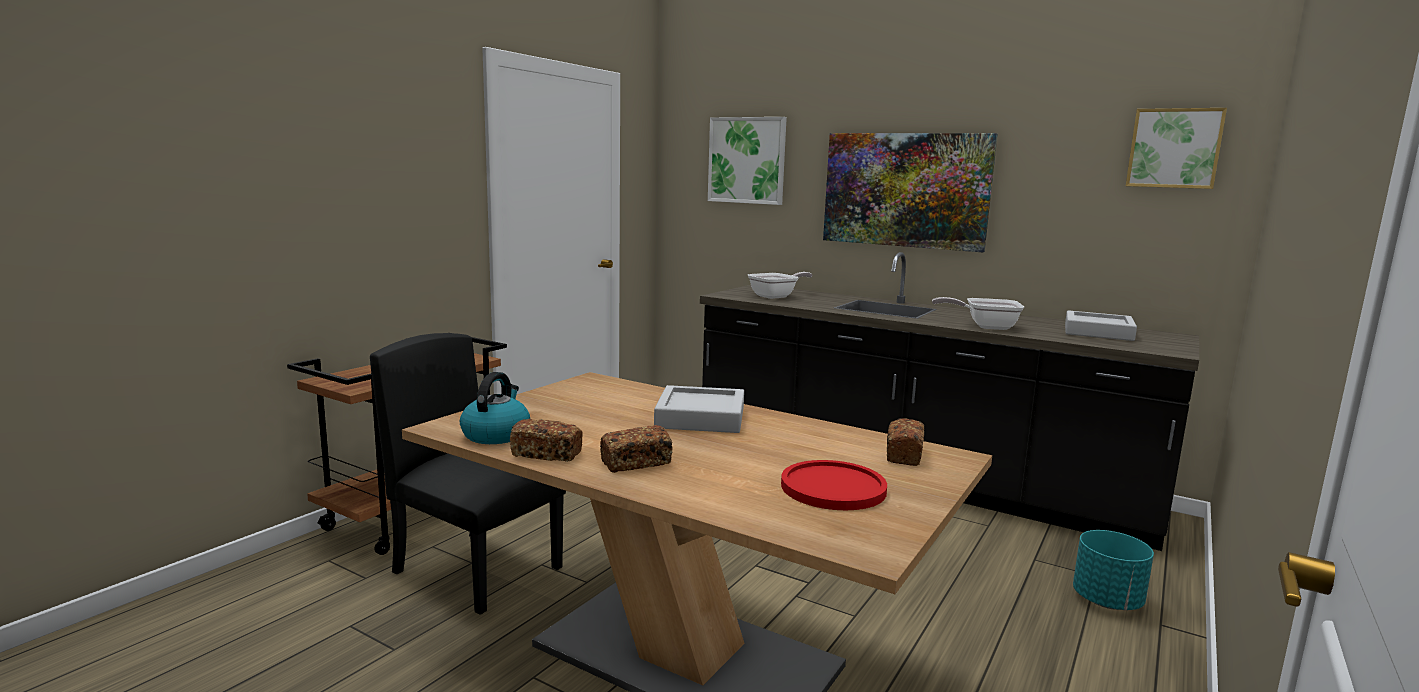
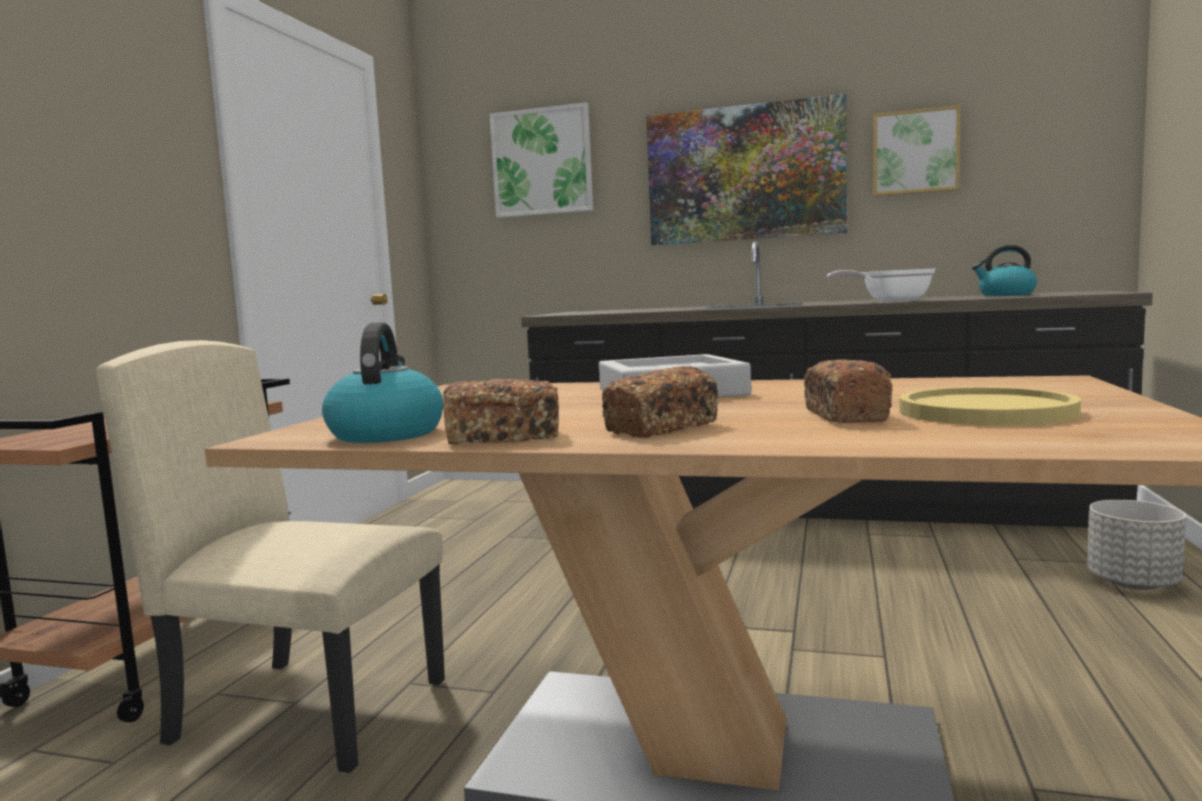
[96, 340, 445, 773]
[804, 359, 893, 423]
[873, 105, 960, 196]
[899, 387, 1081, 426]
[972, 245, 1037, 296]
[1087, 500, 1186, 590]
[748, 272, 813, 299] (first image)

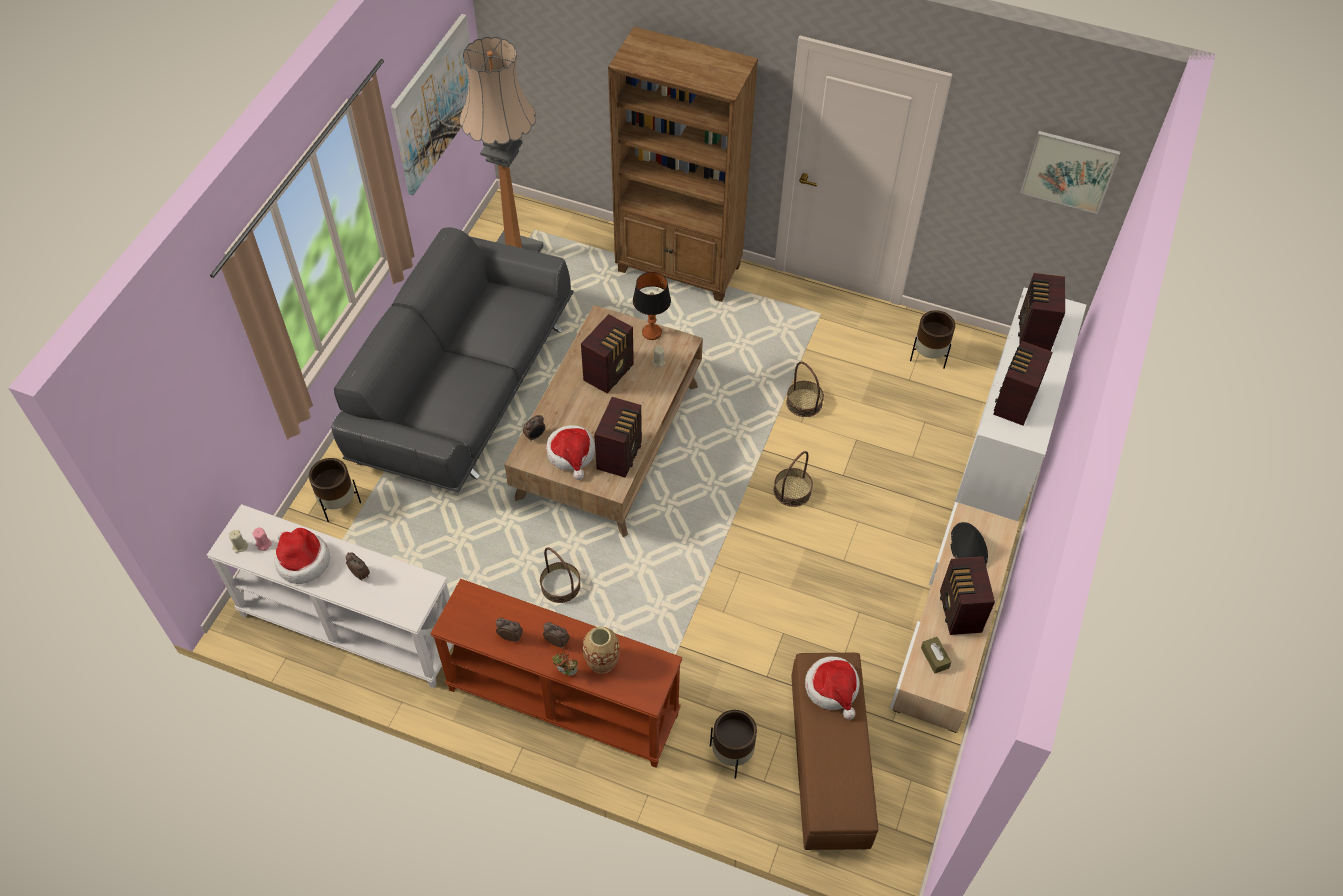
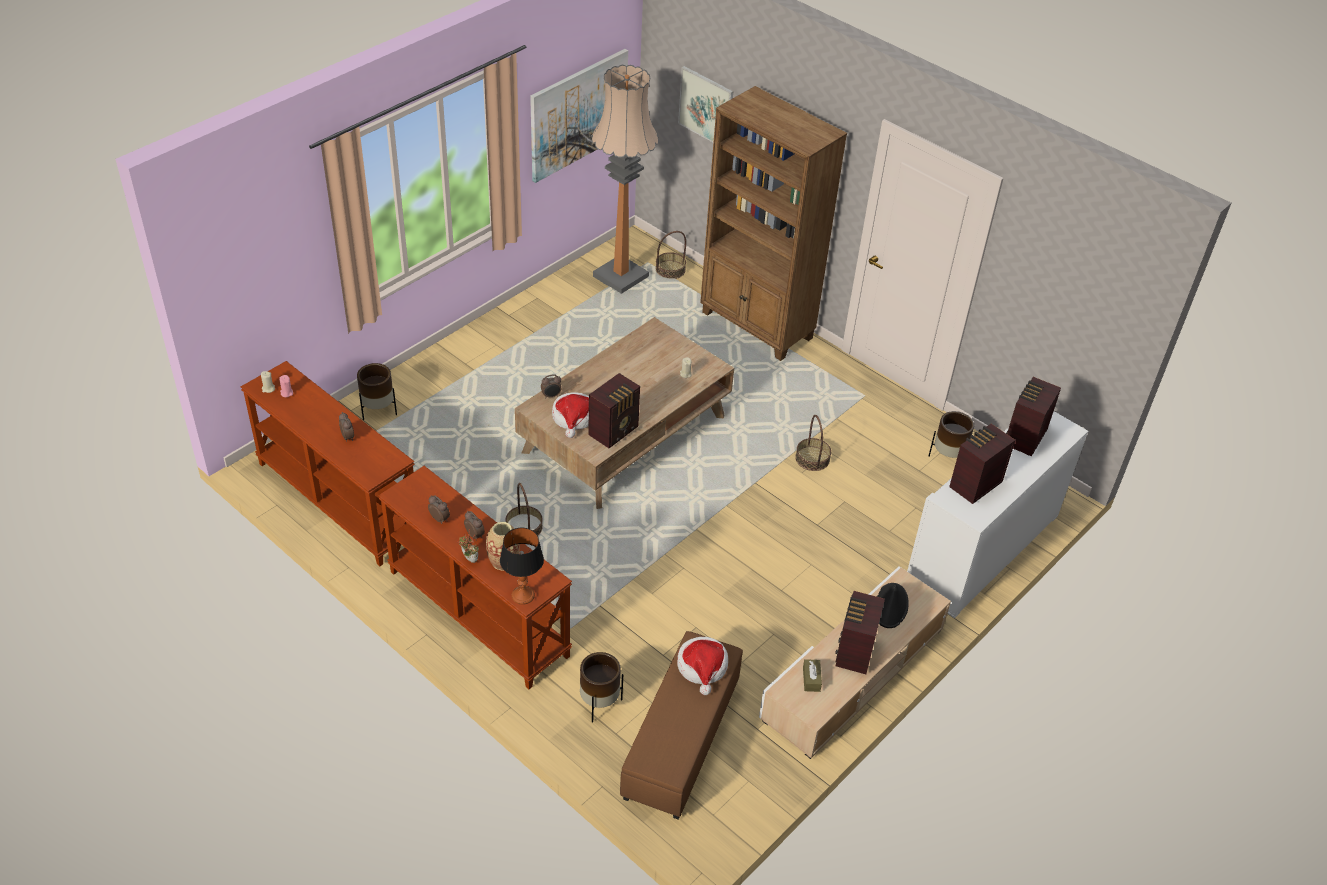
[241, 361, 415, 566]
[500, 528, 544, 605]
[656, 231, 686, 279]
[678, 66, 733, 143]
[274, 528, 330, 584] (first image)
[331, 227, 574, 492] (first image)
[581, 314, 634, 393] (first image)

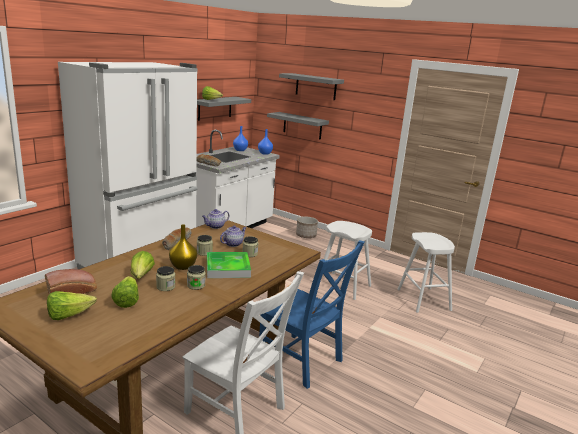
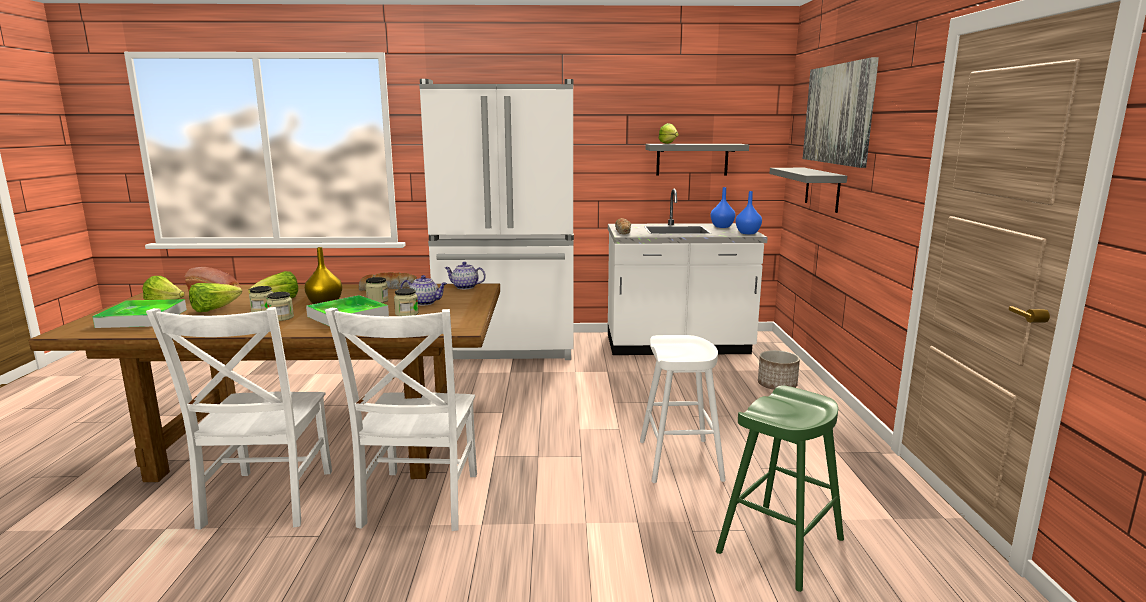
[92, 299, 187, 328]
[325, 308, 477, 531]
[716, 385, 844, 592]
[803, 57, 879, 168]

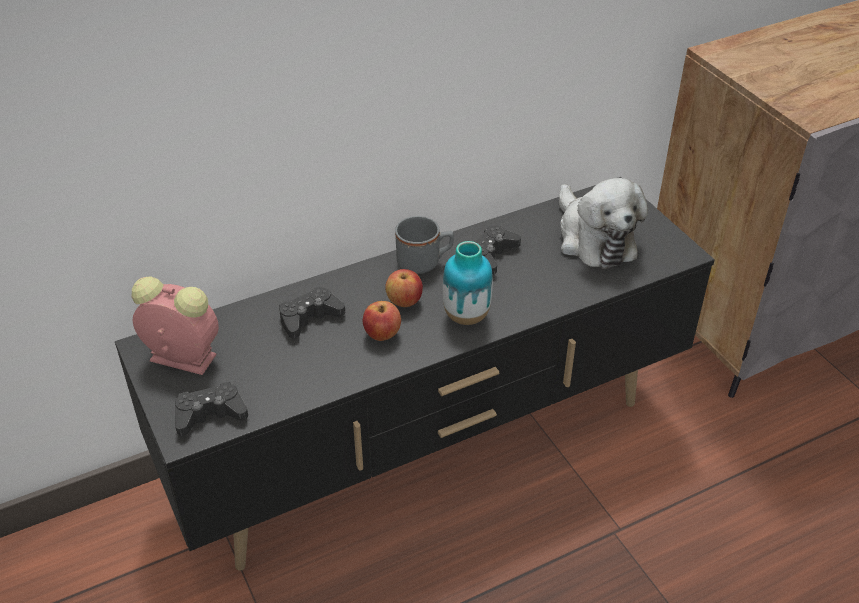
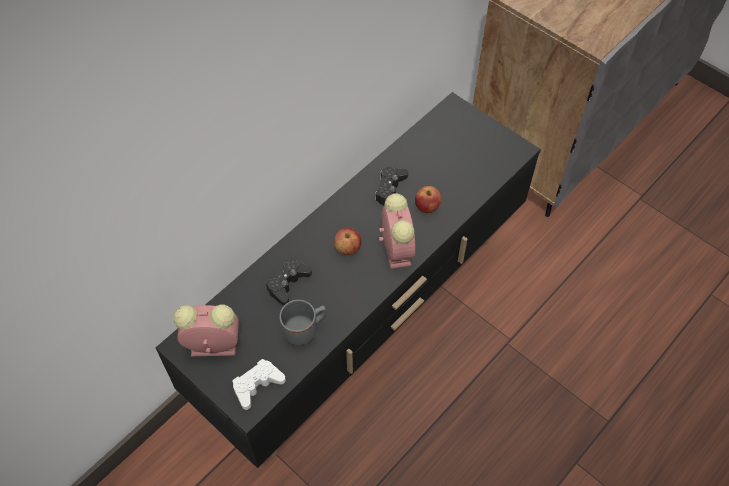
[232, 359, 286, 410]
[279, 300, 326, 345]
[379, 194, 416, 269]
[415, 186, 441, 213]
[559, 178, 648, 269] (first image)

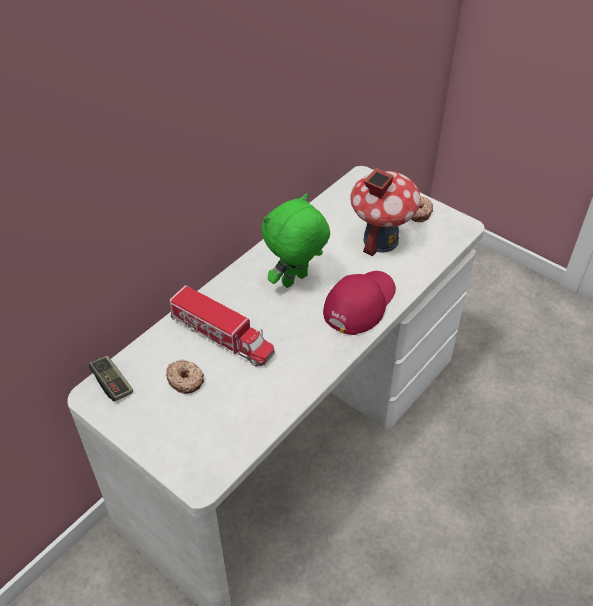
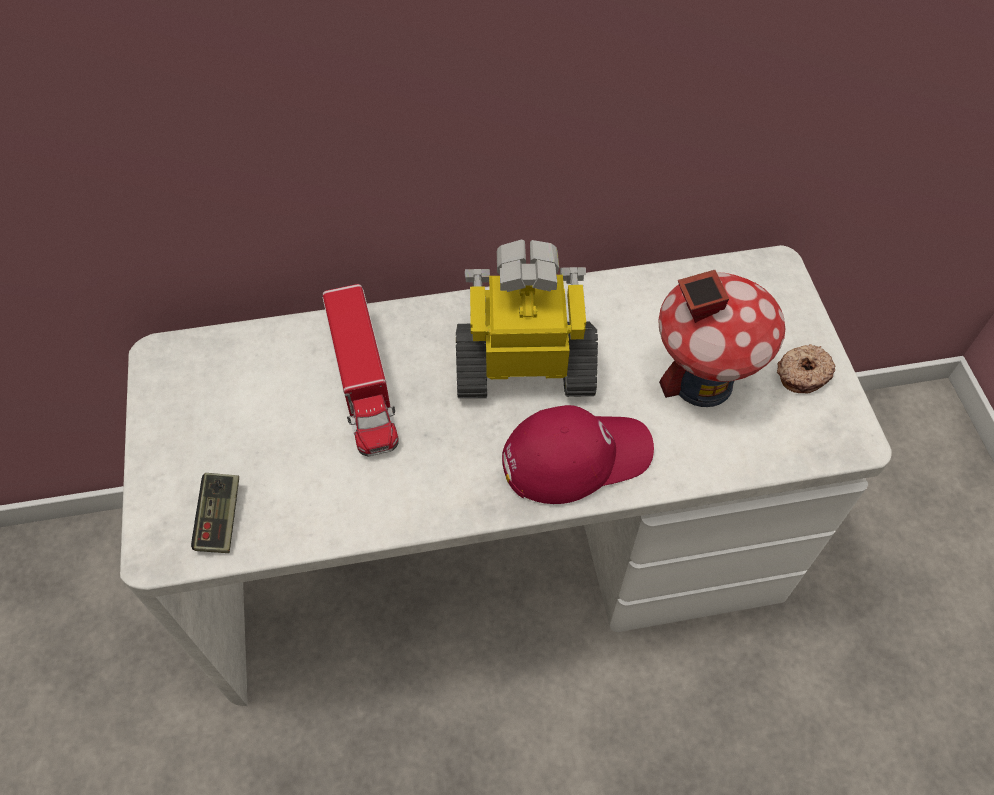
[191, 473, 239, 553]
[456, 240, 598, 398]
[166, 360, 204, 394] (first image)

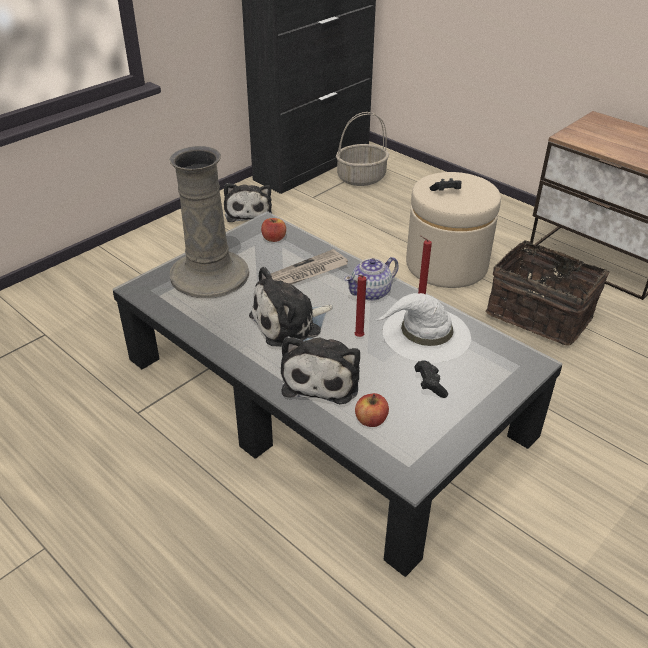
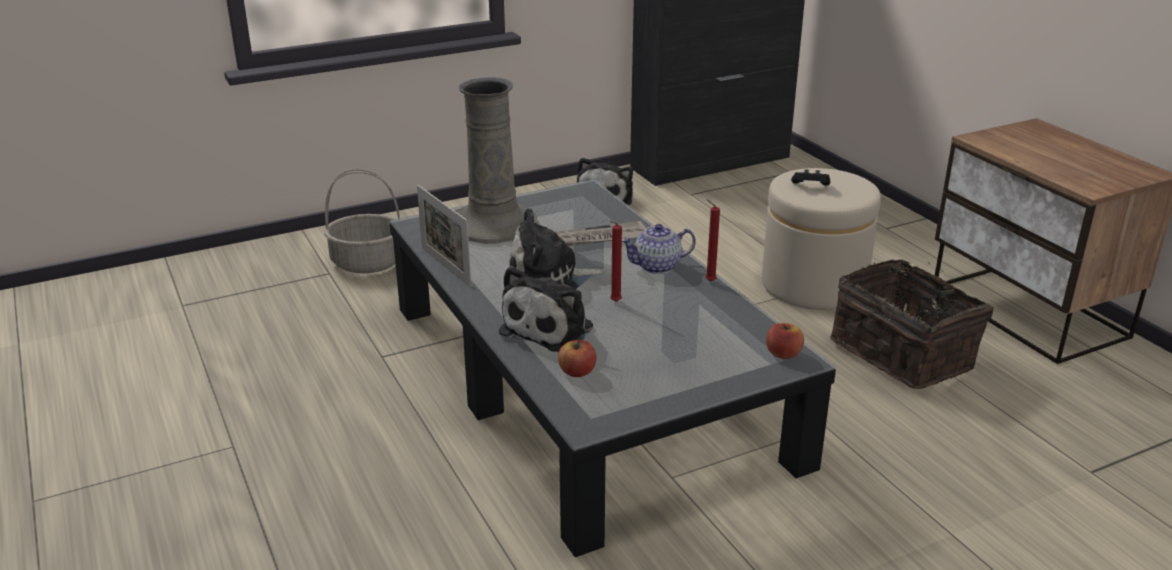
[324, 169, 400, 273]
[417, 185, 471, 287]
[766, 323, 804, 359]
[375, 293, 471, 363] (first image)
[414, 360, 448, 398] (first image)

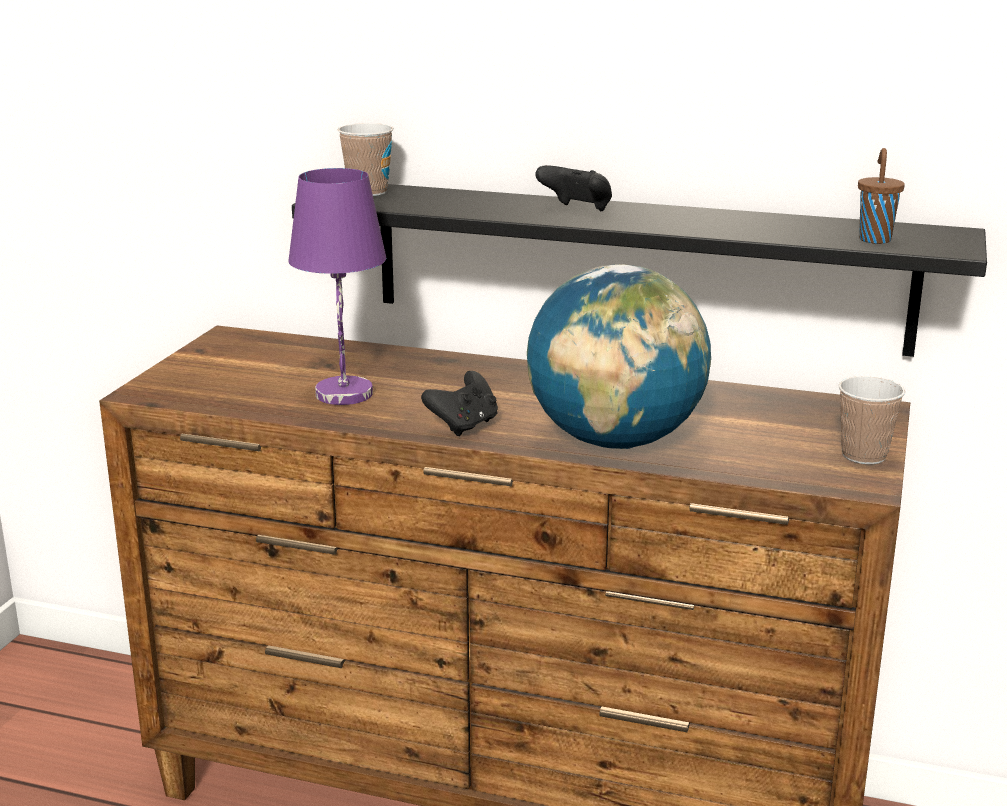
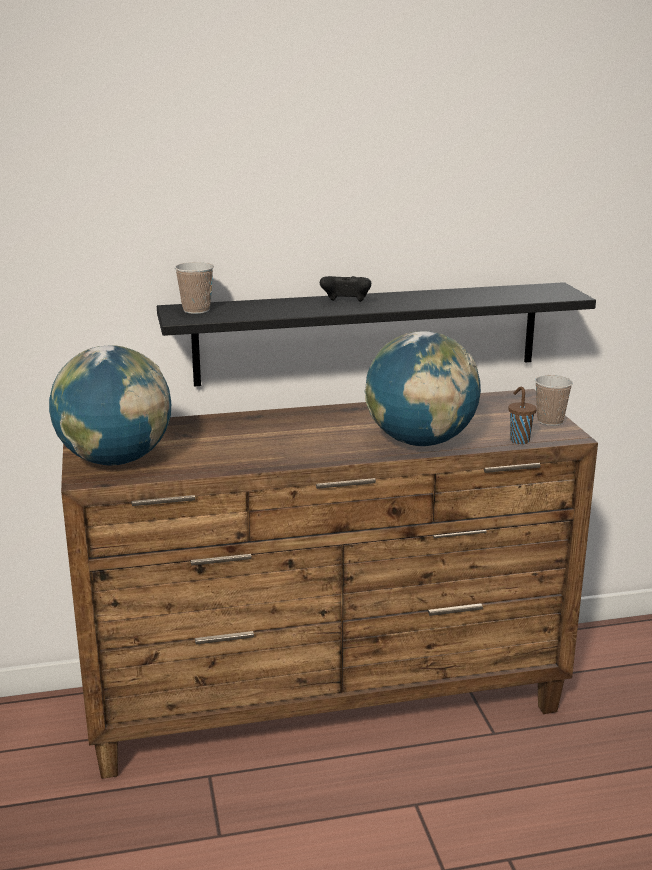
[49, 345, 171, 466]
[508, 387, 537, 444]
[288, 168, 386, 405] (first image)
[421, 371, 498, 436] (first image)

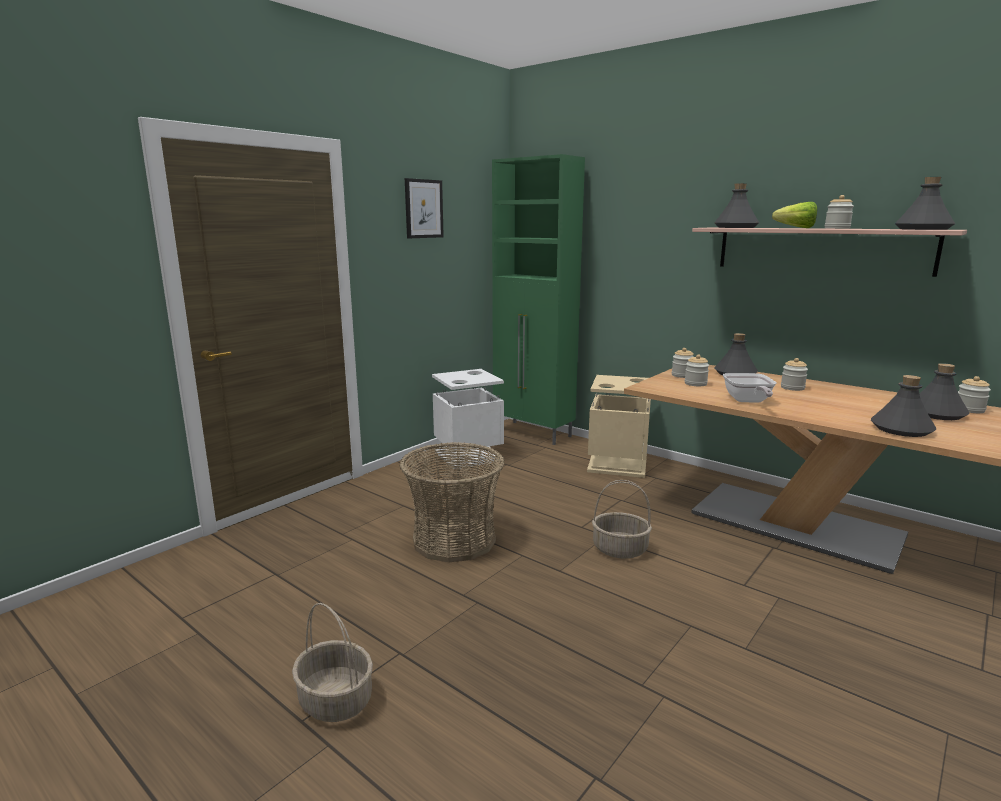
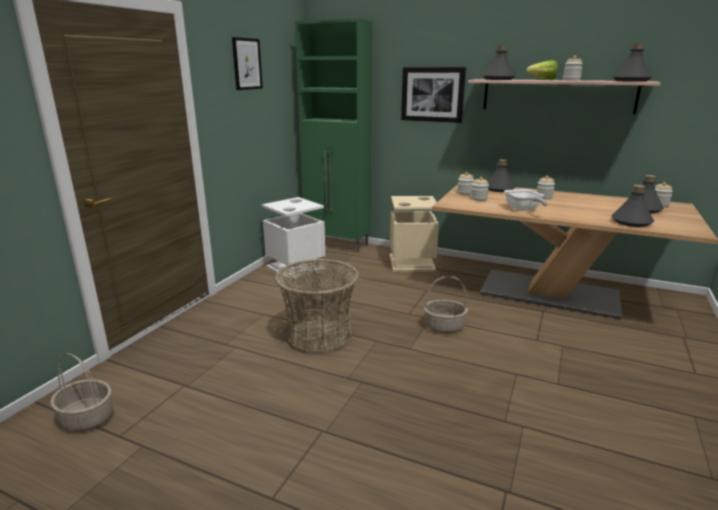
[50, 353, 113, 431]
[401, 67, 466, 123]

